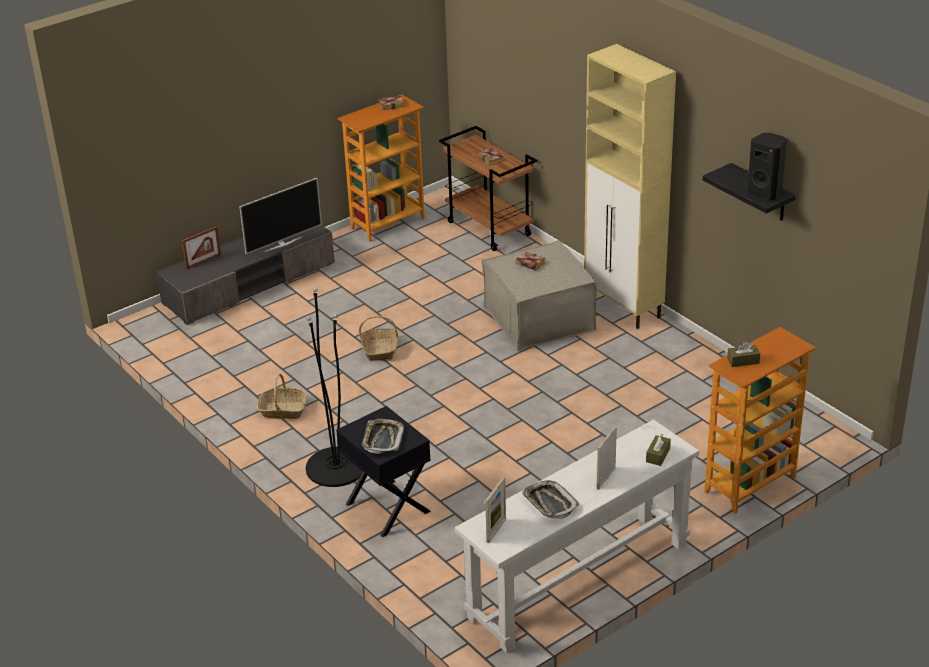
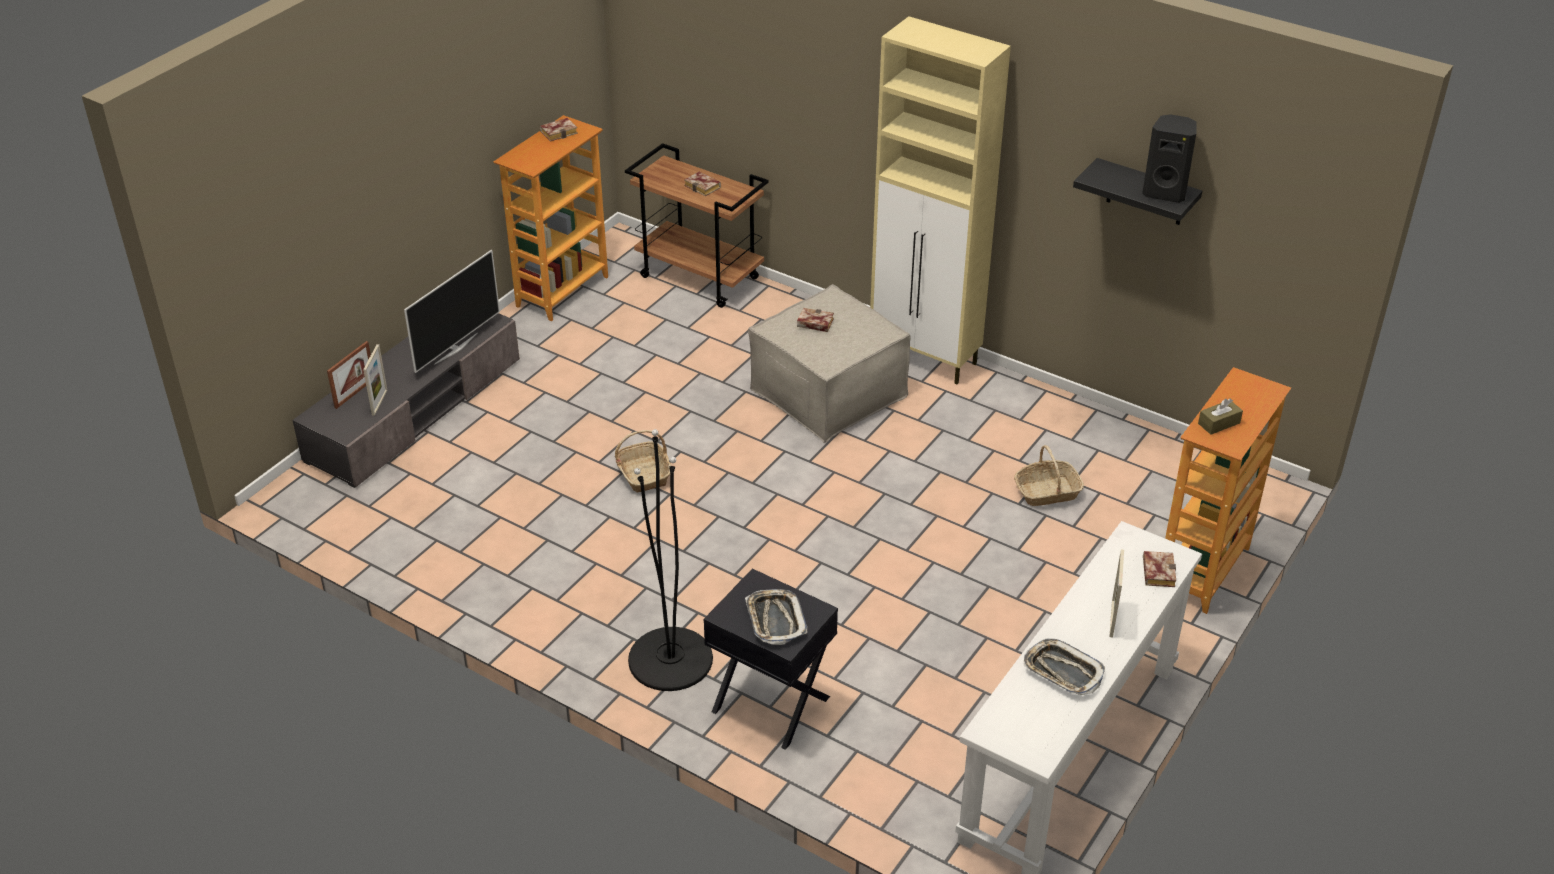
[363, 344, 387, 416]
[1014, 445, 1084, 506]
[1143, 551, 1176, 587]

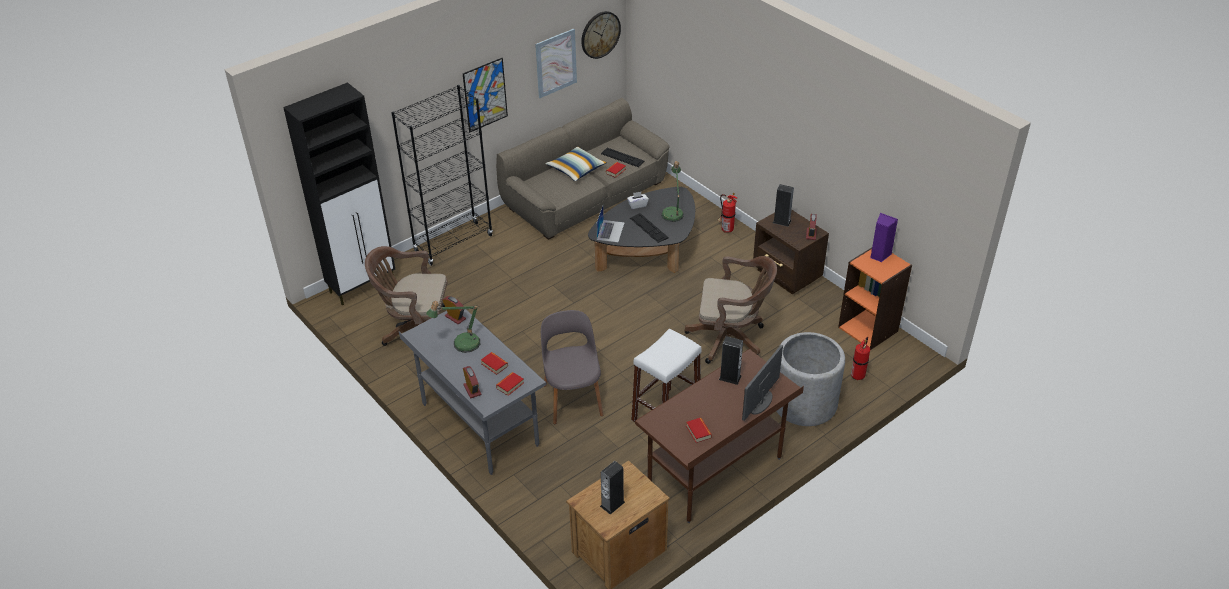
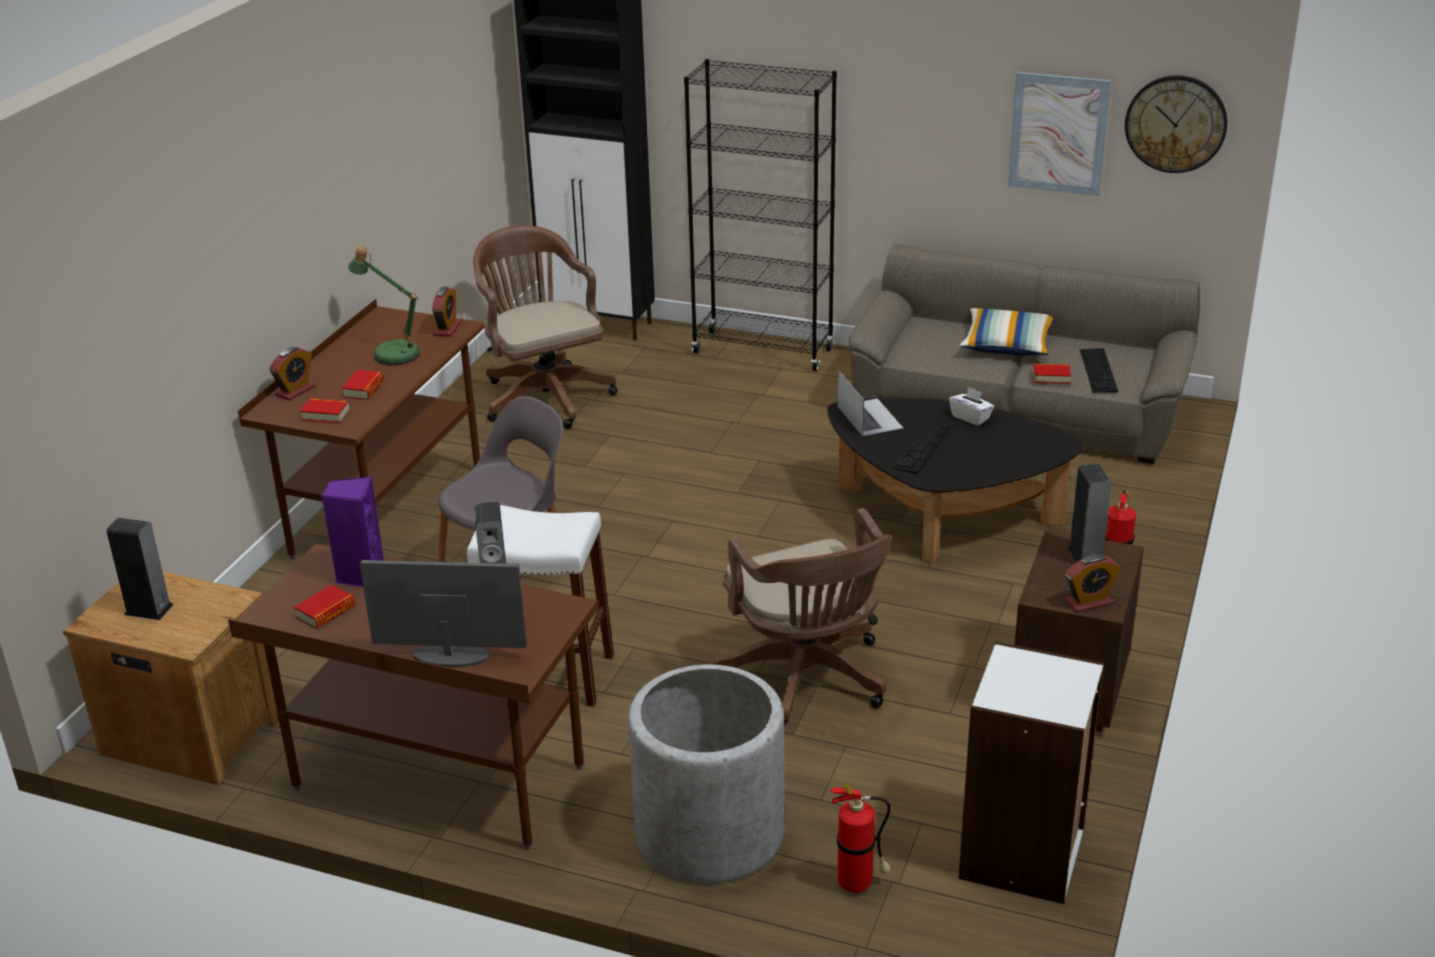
[238, 299, 485, 560]
[322, 477, 384, 587]
[838, 370, 903, 436]
[959, 642, 1104, 904]
[463, 58, 508, 132] (first image)
[661, 161, 684, 222] (first image)

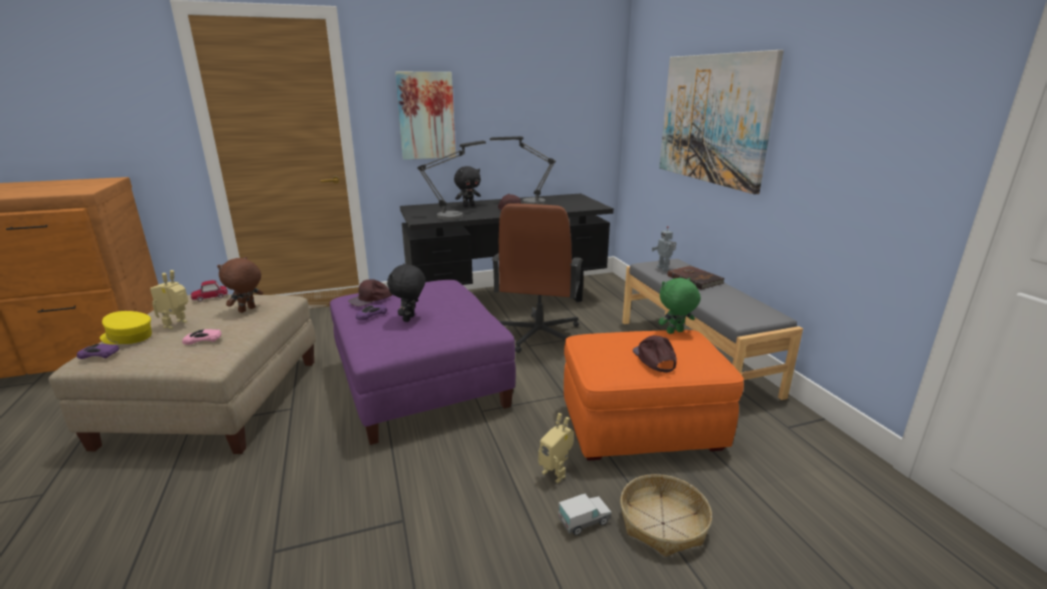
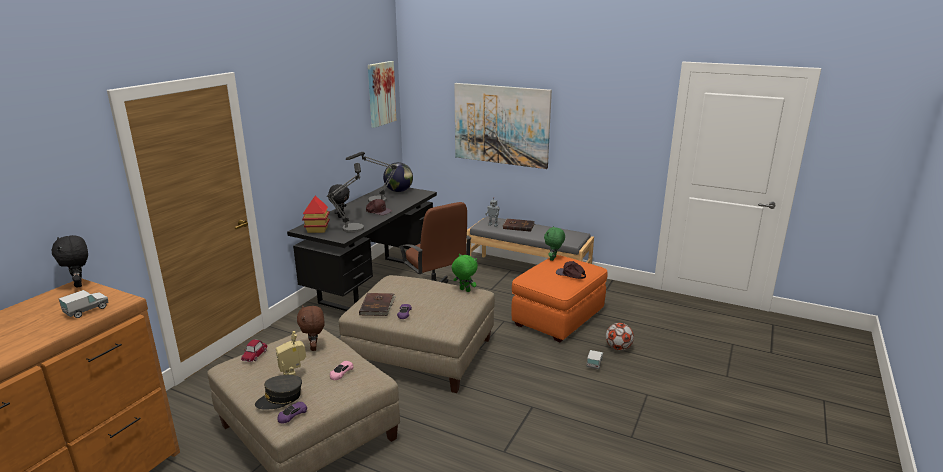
[52, 235, 88, 288]
[59, 290, 108, 318]
[255, 375, 302, 409]
[302, 195, 330, 233]
[338, 275, 495, 393]
[359, 293, 396, 316]
[368, 61, 397, 128]
[383, 162, 413, 192]
[452, 254, 478, 292]
[606, 323, 634, 350]
[538, 413, 574, 483] (first image)

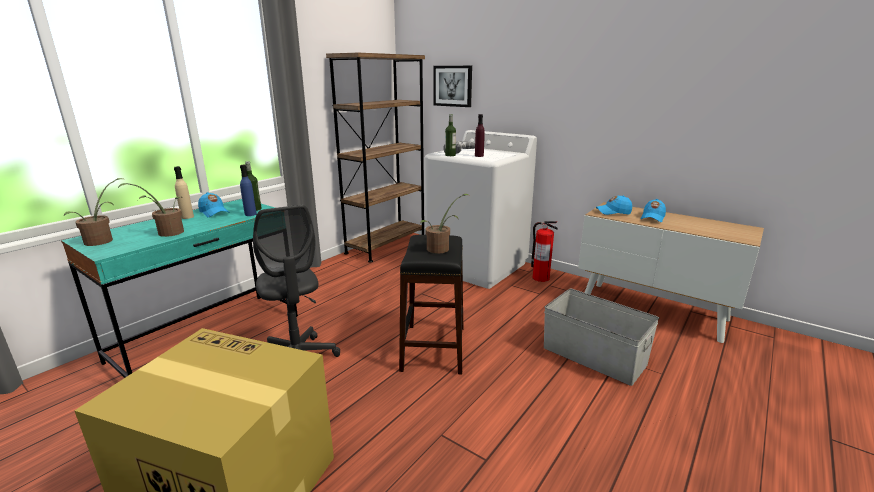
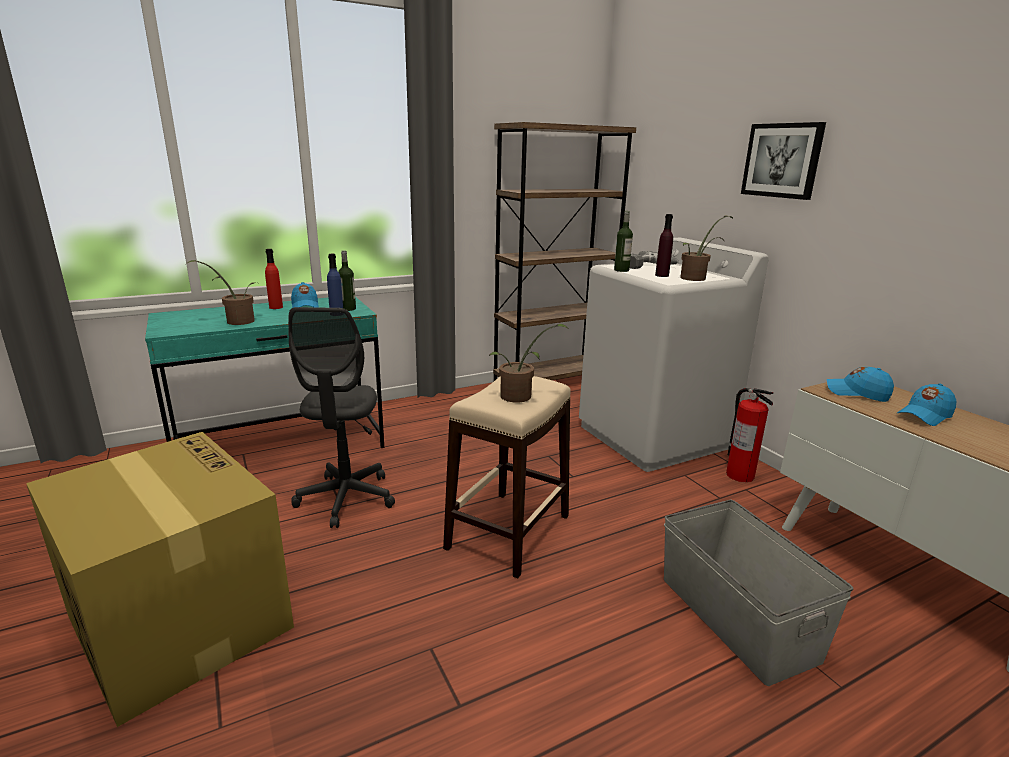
[265, 249, 283, 309]
[443, 376, 571, 578]
[680, 216, 733, 281]
[741, 122, 826, 200]

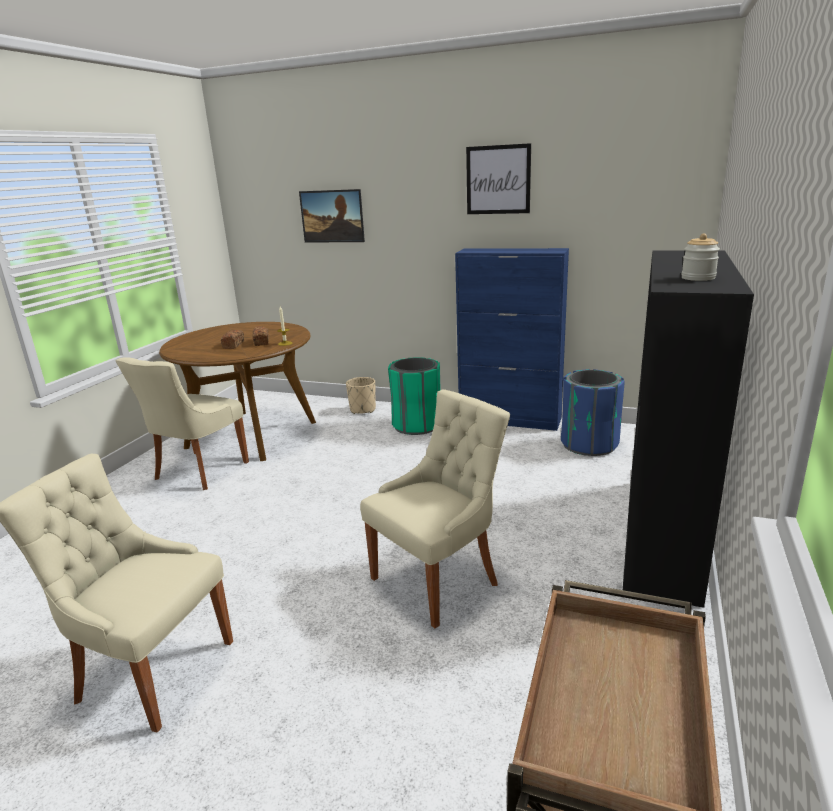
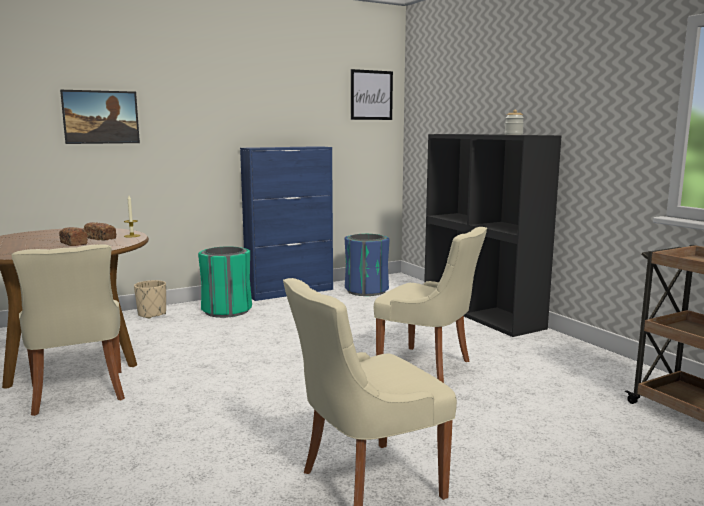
[351, 69, 393, 120]
[374, 227, 487, 383]

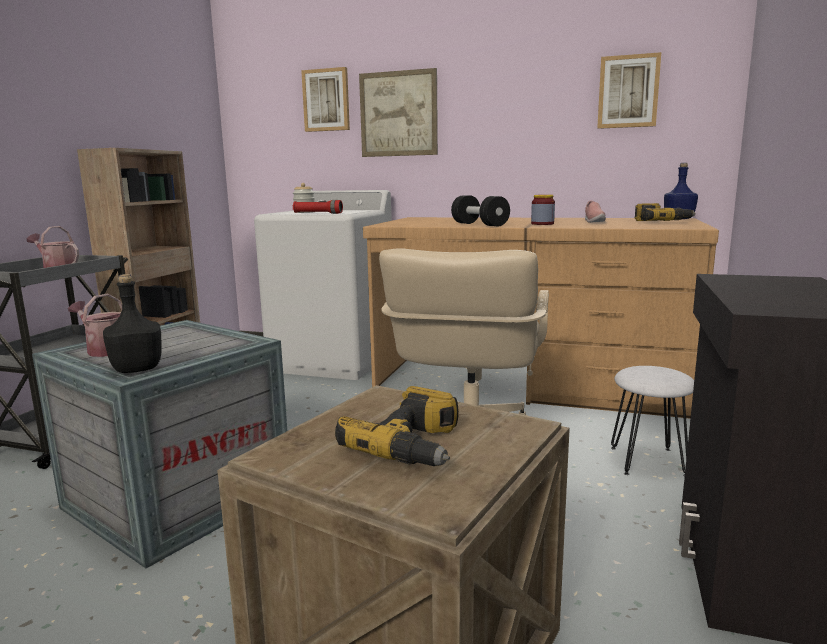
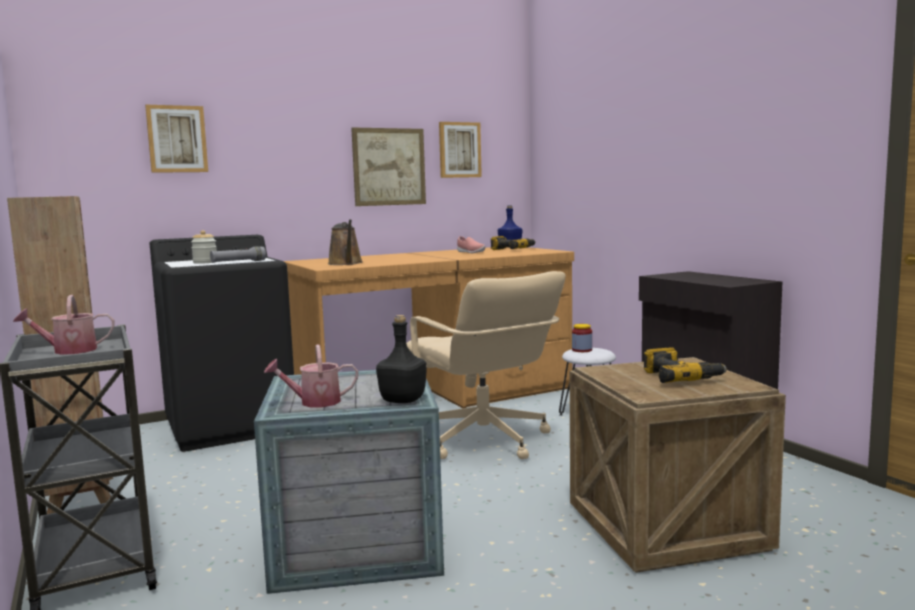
[150, 235, 294, 452]
[210, 246, 266, 263]
[328, 219, 363, 265]
[351, 127, 426, 206]
[572, 324, 592, 352]
[451, 195, 510, 226] (first image)

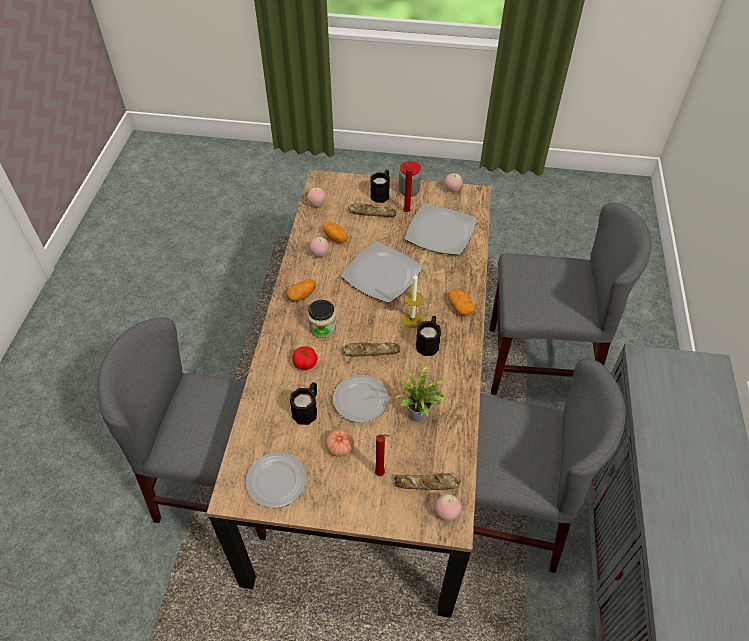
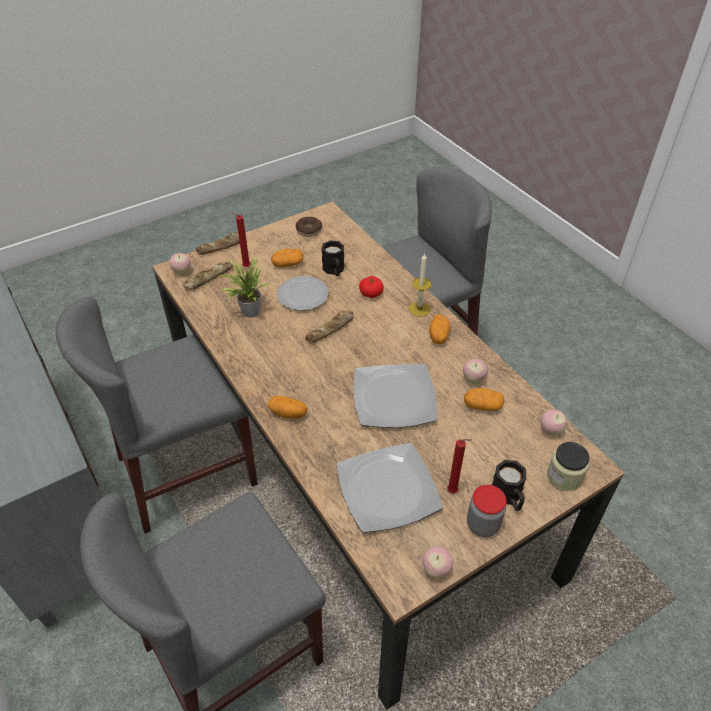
[196, 233, 240, 255]
[271, 249, 303, 268]
[296, 216, 322, 236]
[409, 253, 431, 317]
[547, 442, 590, 491]
[416, 316, 441, 356] (first image)

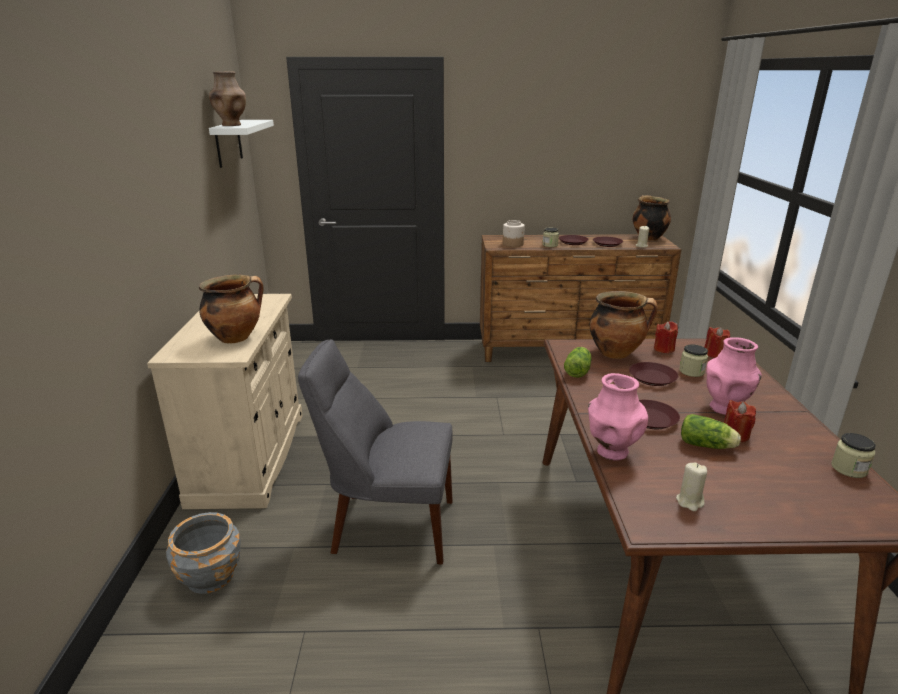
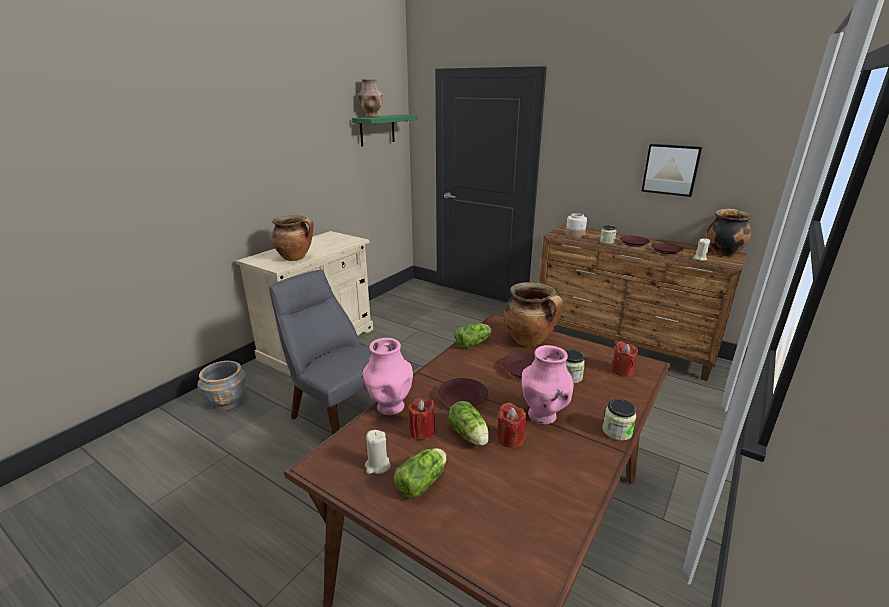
[352, 115, 417, 146]
[394, 448, 447, 498]
[409, 398, 435, 440]
[603, 399, 636, 441]
[641, 144, 702, 197]

